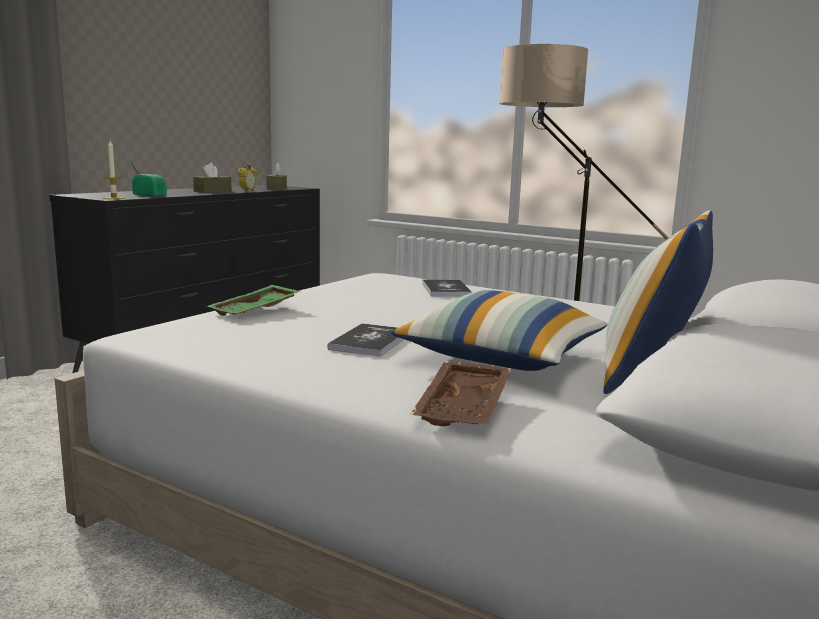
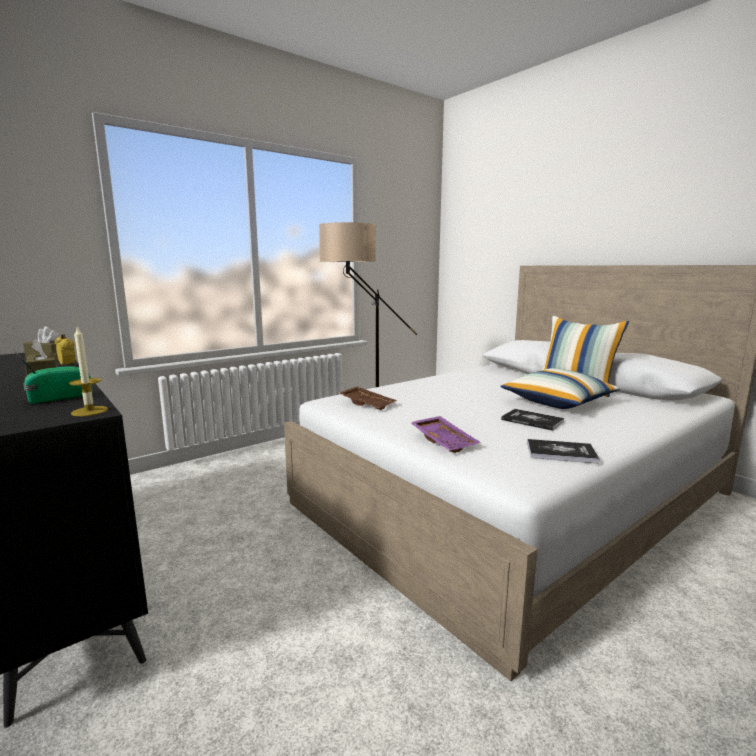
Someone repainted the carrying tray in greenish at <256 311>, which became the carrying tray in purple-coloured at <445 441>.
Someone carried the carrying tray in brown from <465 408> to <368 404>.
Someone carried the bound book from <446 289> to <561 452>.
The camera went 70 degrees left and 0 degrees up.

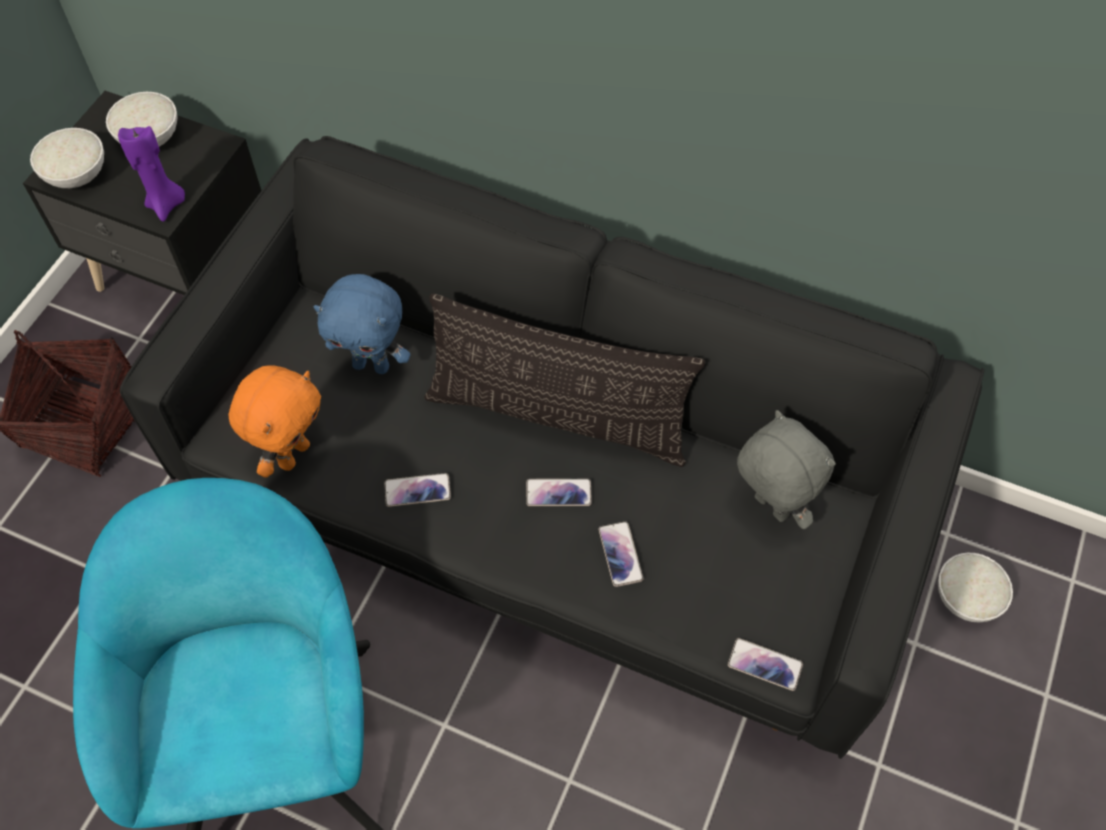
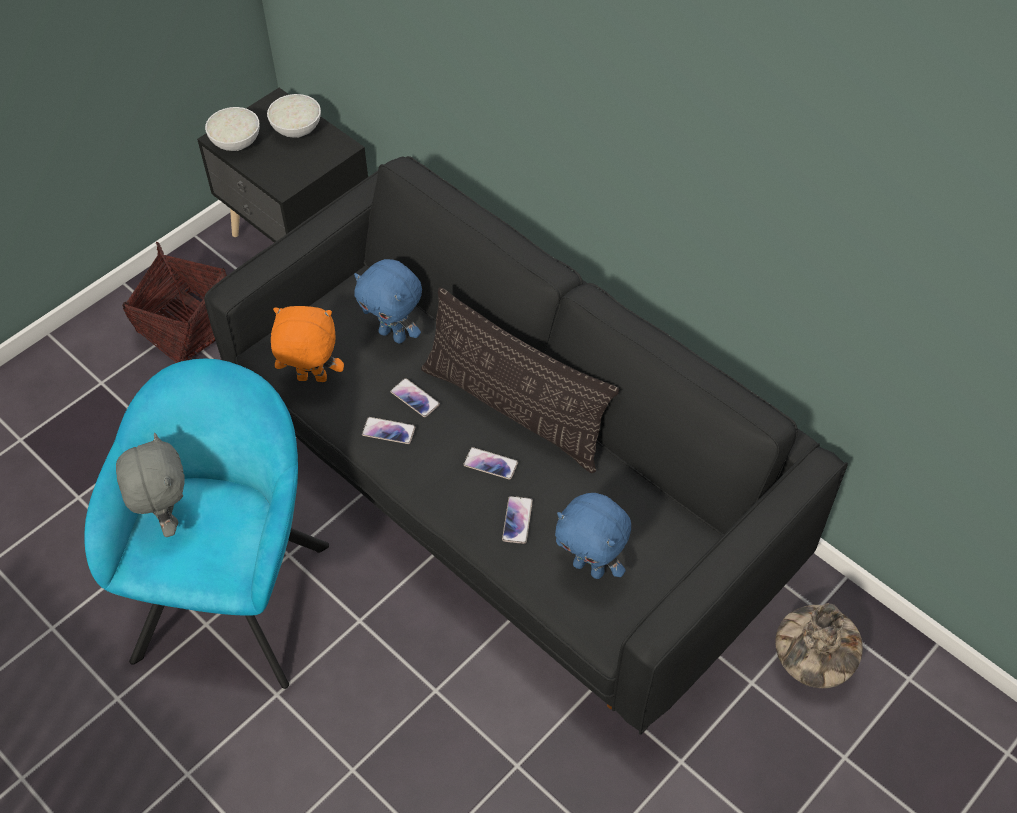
Someone took away the wax light in purple-coloured at <166 204>.
Someone rotated the plush toy in orange at <293 454> by 135 degrees counterclockwise.
Someone carried the handset from <765 664> to <415 398>.
Someone carried the plush toy in grey from <769 508> to <166 517>.
Someone swapped the serving bowl in white at <966 597> for the decorative vase at <811 662>.
Someone put down the plush toy in blue-coloured at <590 567>.
The camera went 20 degrees right and 5 degrees down.

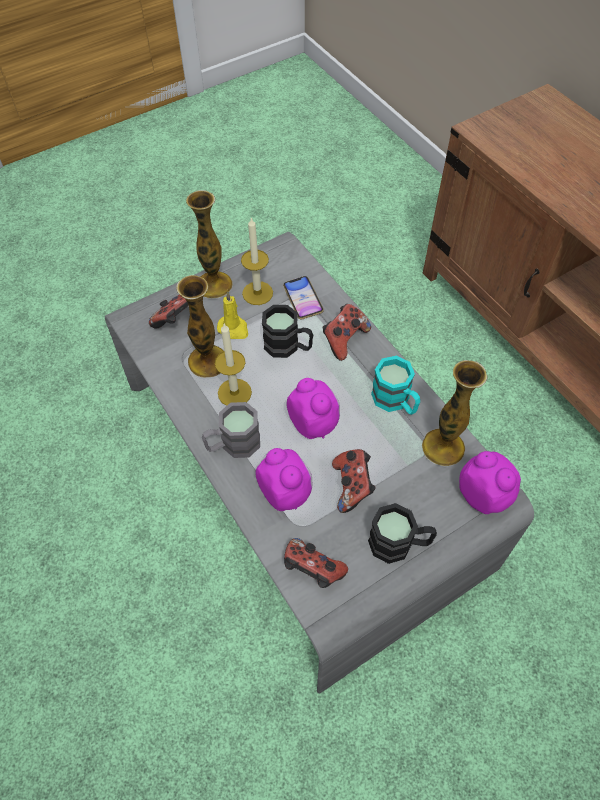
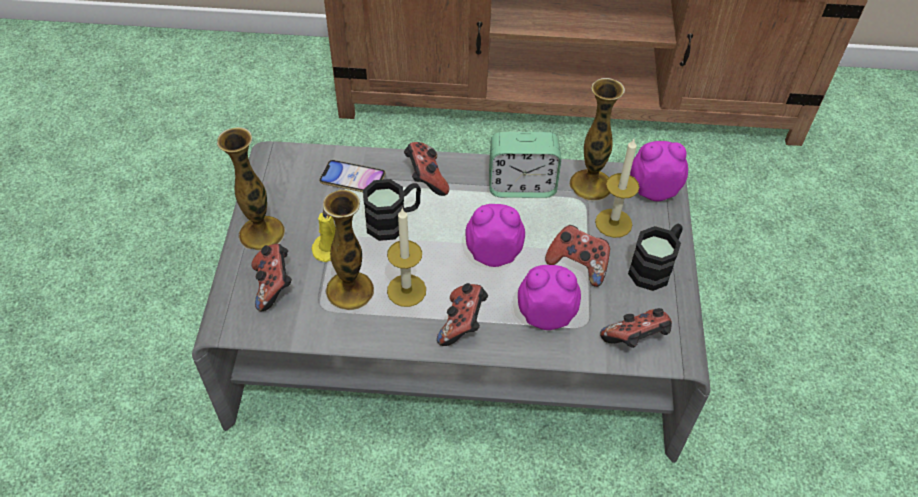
Someone swapped the tea mug in grey at <233 444> for the gamepad at <463 324>.
Someone carried the wax light from <257 293> to <613 223>.
Someone swapped the tea mug in turquoise at <395 401> for the table clock at <521 186>.
The camera went 55 degrees left and 5 degrees down.

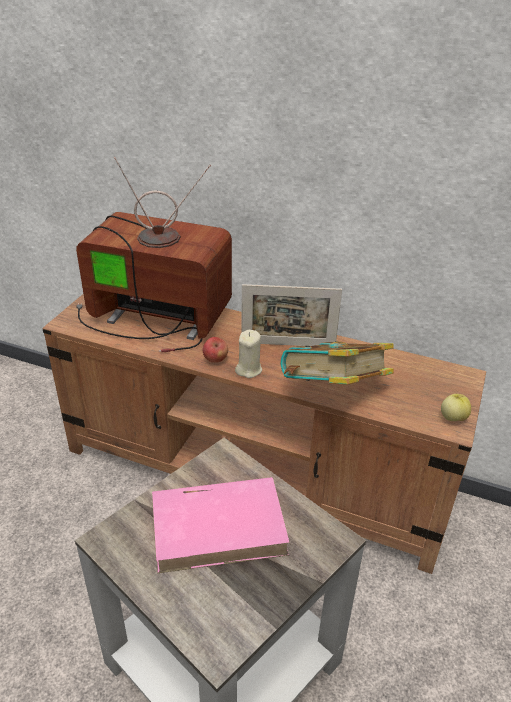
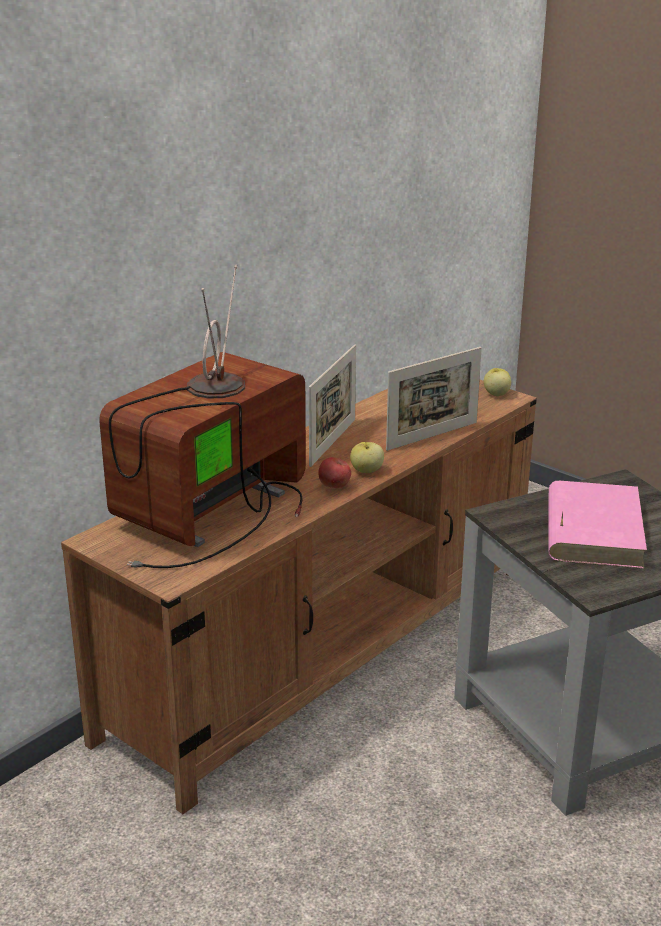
Someone swapped the wax light in sand-coloured at <248 369> for the apple at <366 471>.
Someone swapped the bound book at <333 392> for the standing frame at <432 436>.
The camera went 70 degrees left and 10 degrees down.

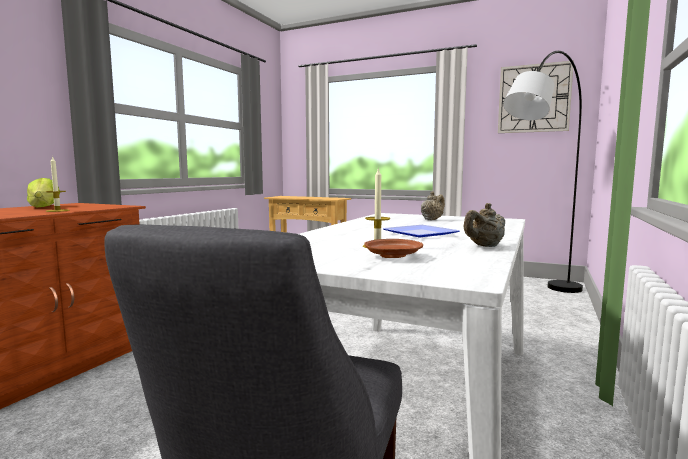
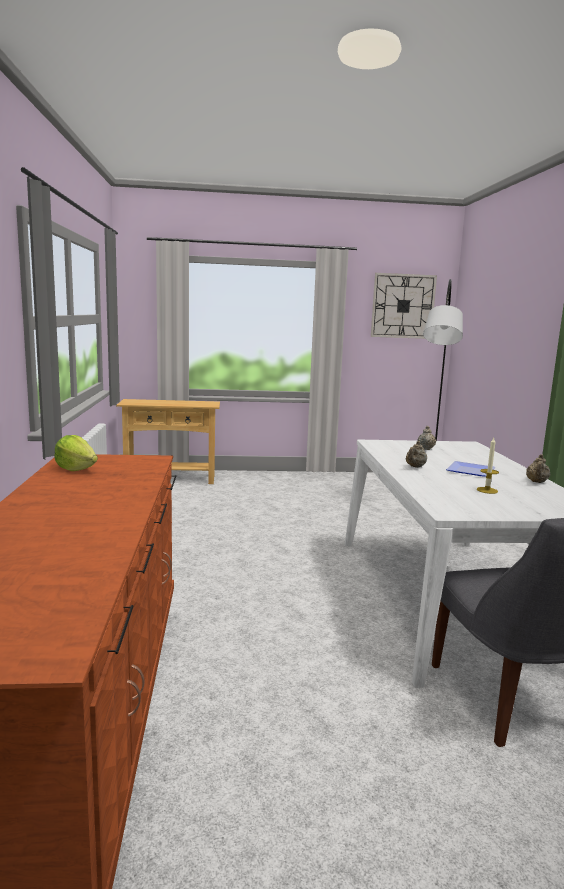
Someone took away the wax light at <57 211>.
Someone took away the flat dish in brown at <393 256>.
Someone put down the pot for tea in sand-coloured at <415 467>.
The camera went 30 degrees left and 5 degrees up.

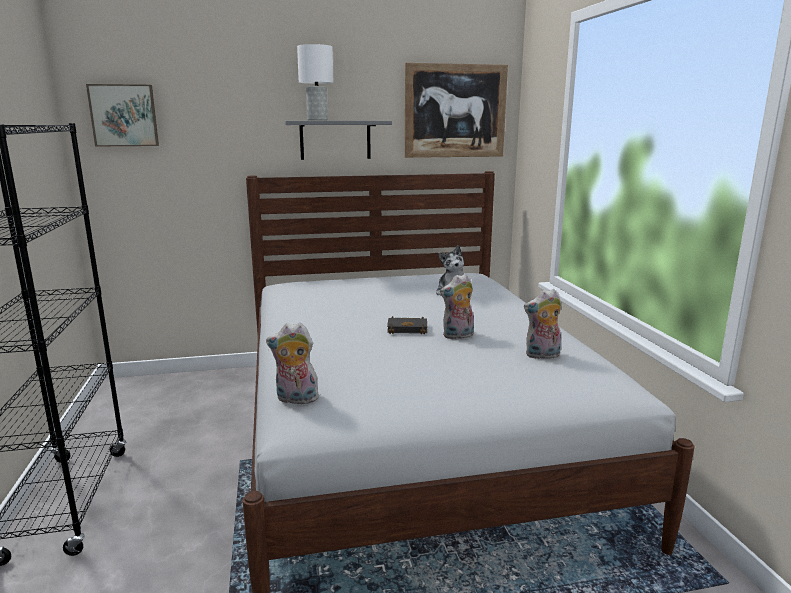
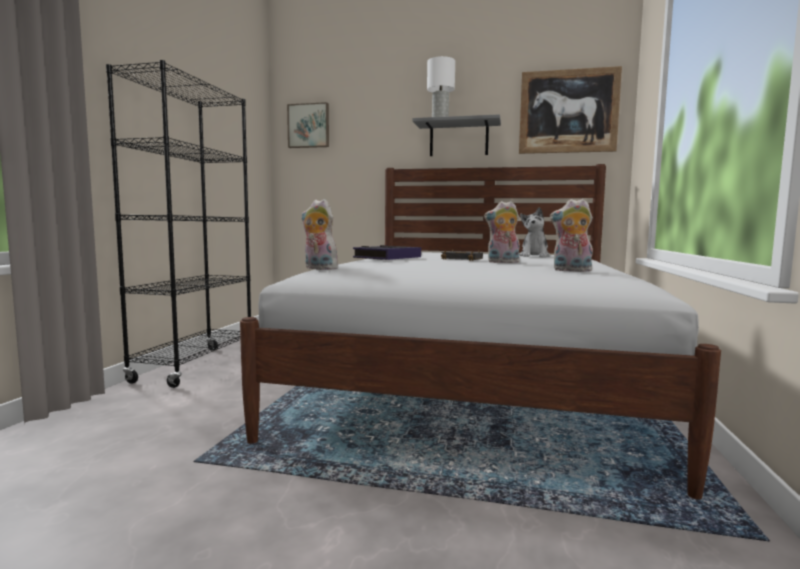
Someone put down the bound book at <387 258>.
The camera went 25 degrees right and 10 degrees down.

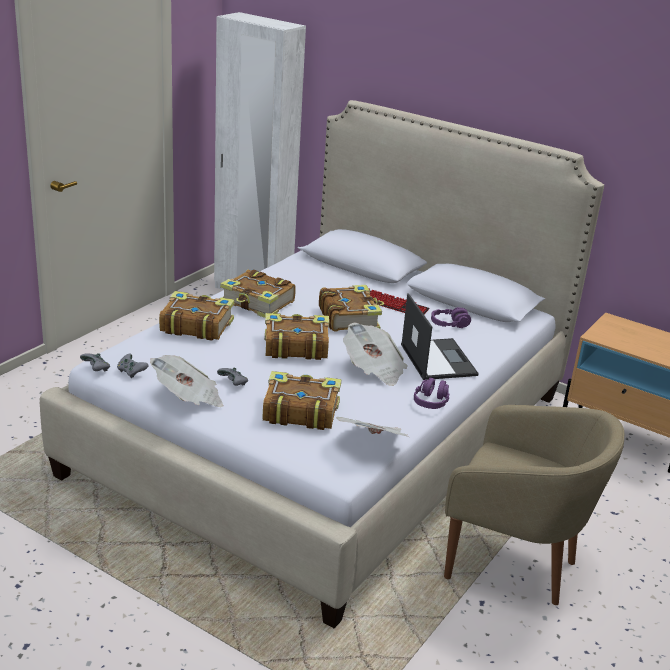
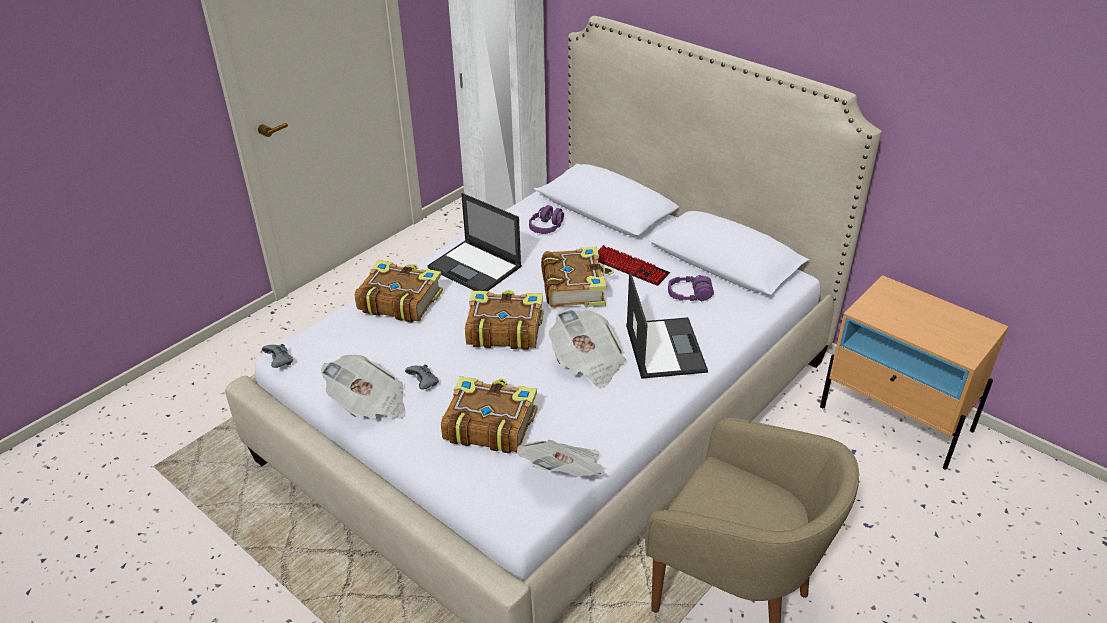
Someone took away the gamepad in grey at <131 372>.
Someone swapped the bound book at <258 304> for the notebook computer at <476 267>.
Someone carried the headset in purple-coloured from <431 401> to <546 227>.
The camera went 10 degrees right and 10 degrees up.

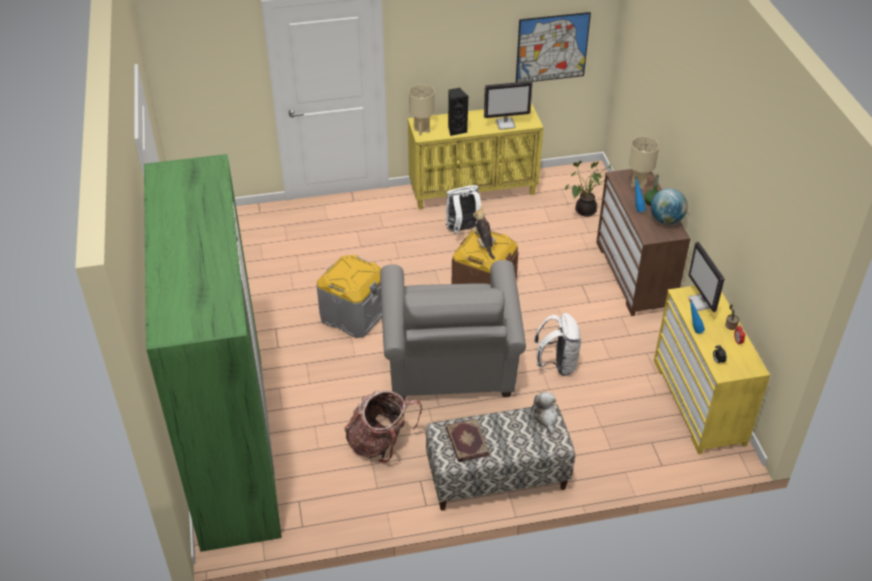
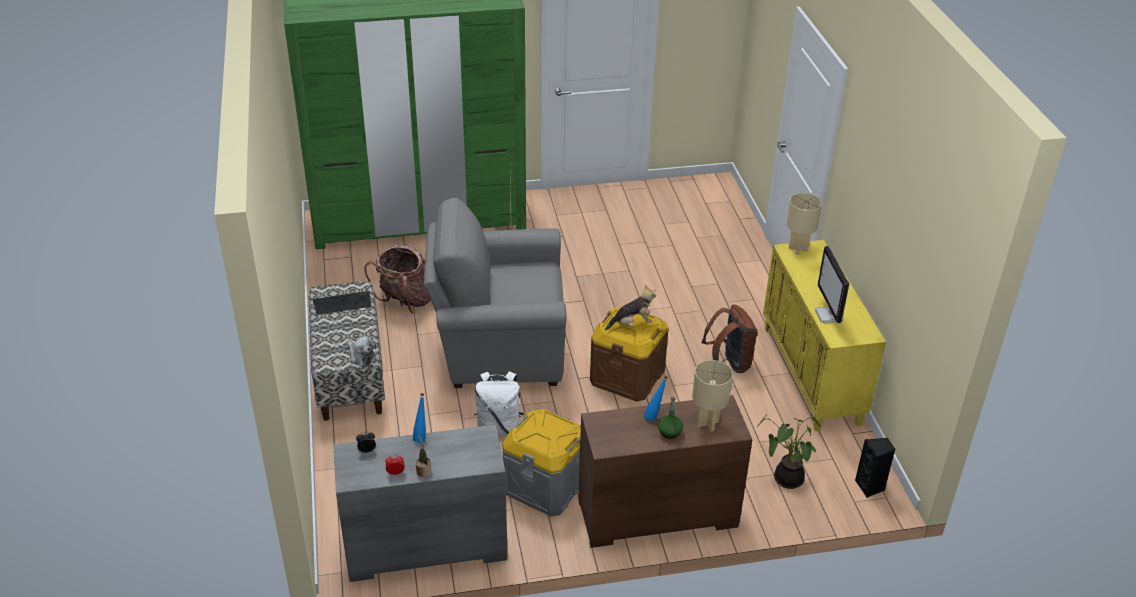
Someone carried the storage container in grey from <353 315> to <546 485>.
Someone repainted the backpack in white at <463 230>, which became the backpack in brown at <729 363>.
Someone swapped the bound book at <466 442> for the PC keyboard at <342 303>.
Someone carried the audio speaker in black-coloured from <456 130> to <870 487>.
Someone took away the wall art at <552 48>.
Someone rotated the plush toy at <545 418> by 60 degrees clockwise.
Someone took away the desk globe at <666 220>.
Someone repainted the drawer chest in yellow at <699 402>, which became the drawer chest in grey at <425 548>.
Someone took away the computer screen at <702 303>.
The camera went 90 degrees right and 5 degrees down.

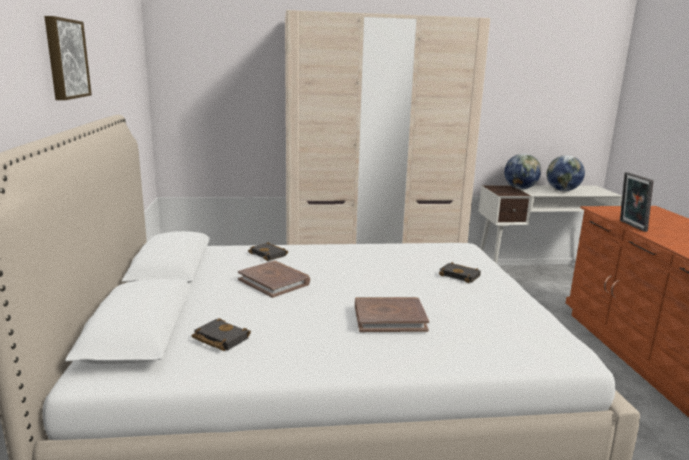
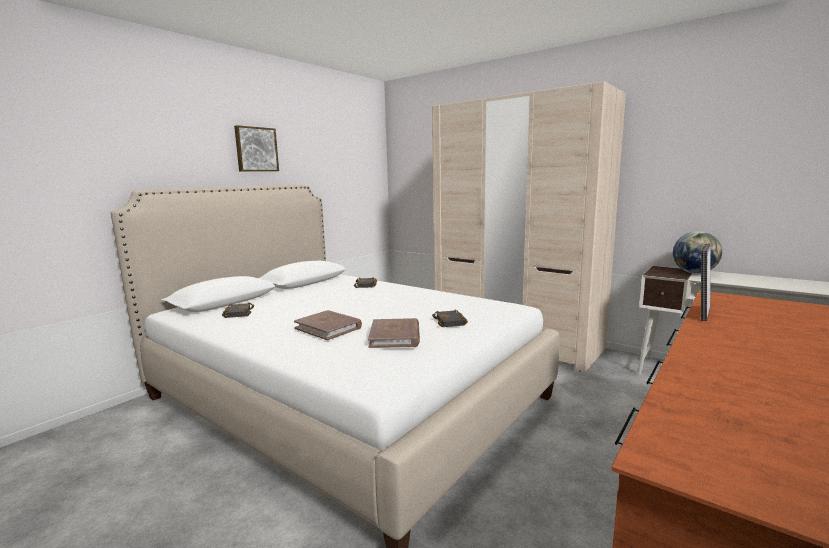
Someone carried the bound book in brown from <274 282> to <395 336>.
Someone took away the desk globe at <562 190>.
The camera went 45 degrees right and 5 degrees down.

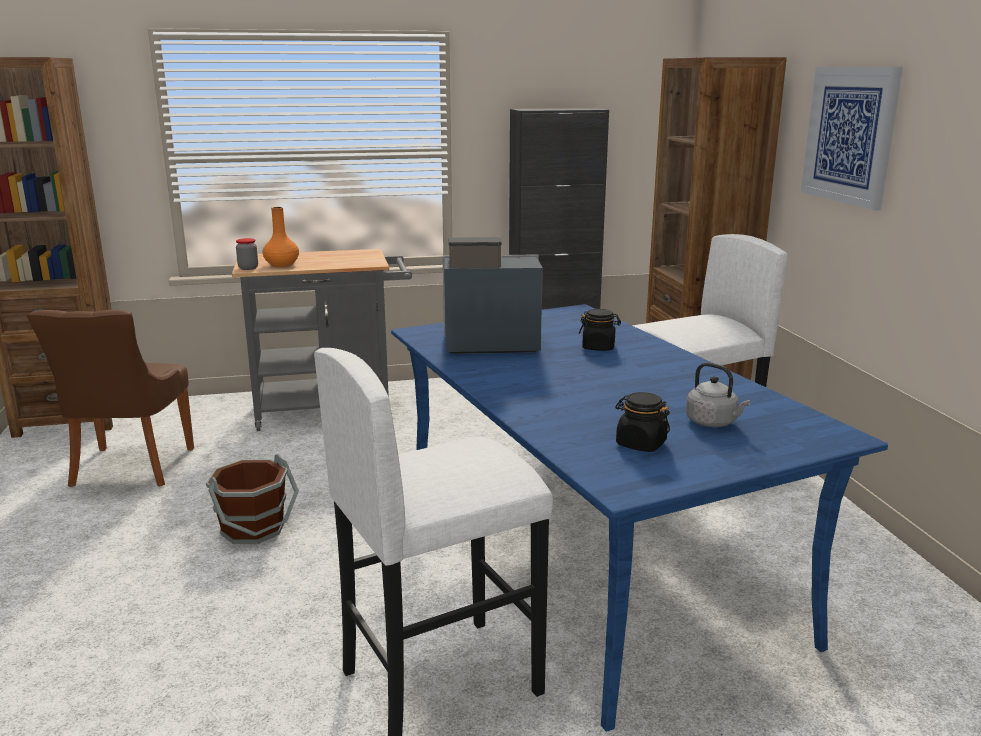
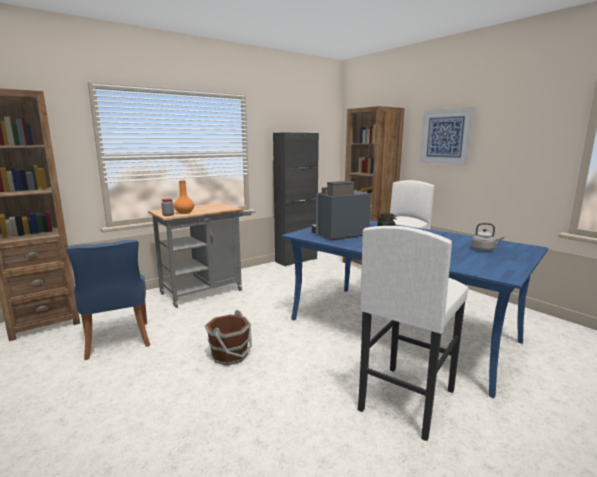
Someone repainted the plain chair in brown at <130 469>, which became the plain chair in blue-coloured at <117 341>.
Someone took away the preserve jar in black-coloured at <640 444>.
The camera went 25 degrees left and 5 degrees down.

